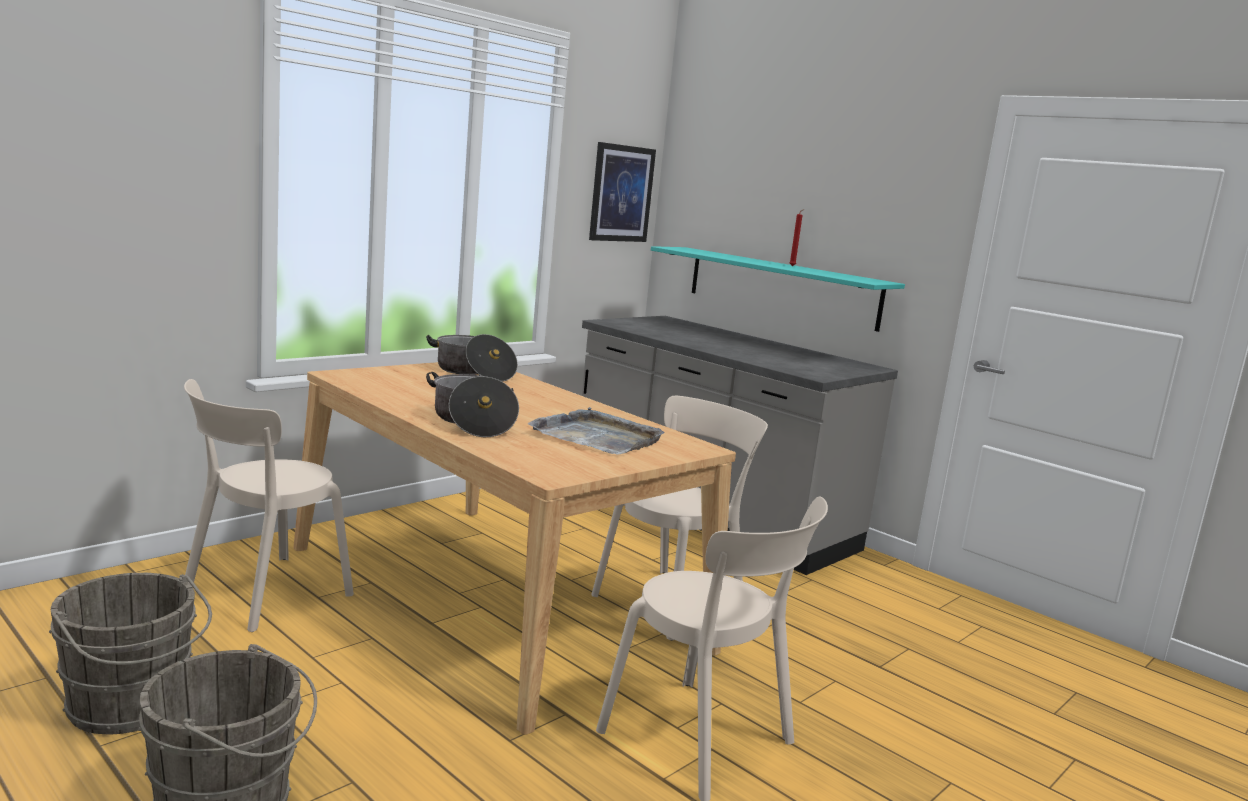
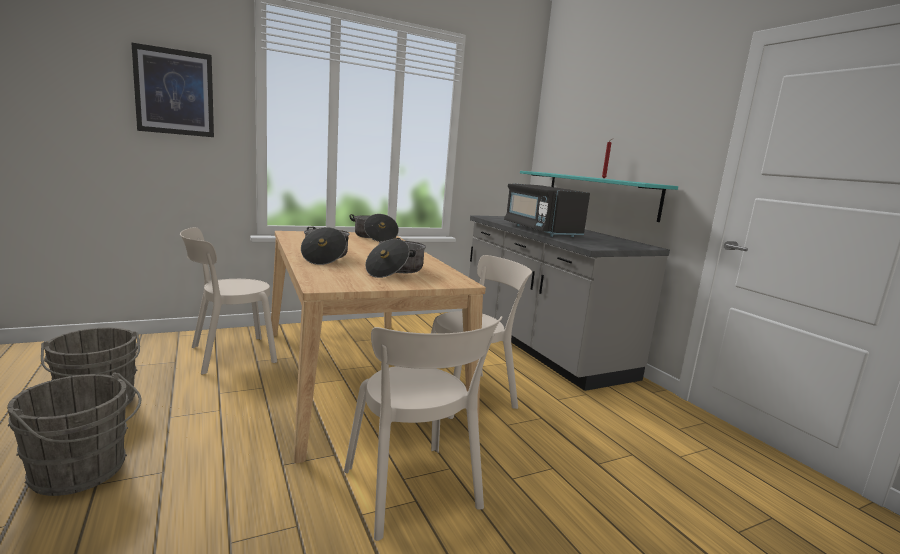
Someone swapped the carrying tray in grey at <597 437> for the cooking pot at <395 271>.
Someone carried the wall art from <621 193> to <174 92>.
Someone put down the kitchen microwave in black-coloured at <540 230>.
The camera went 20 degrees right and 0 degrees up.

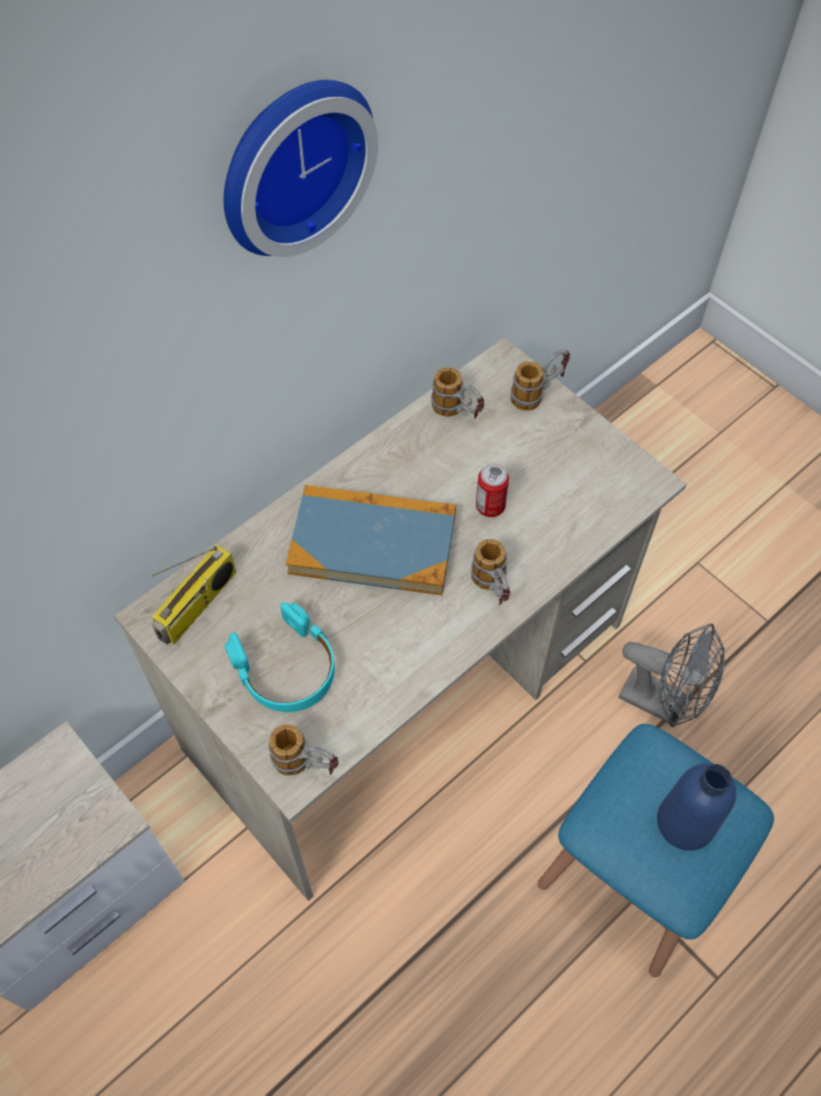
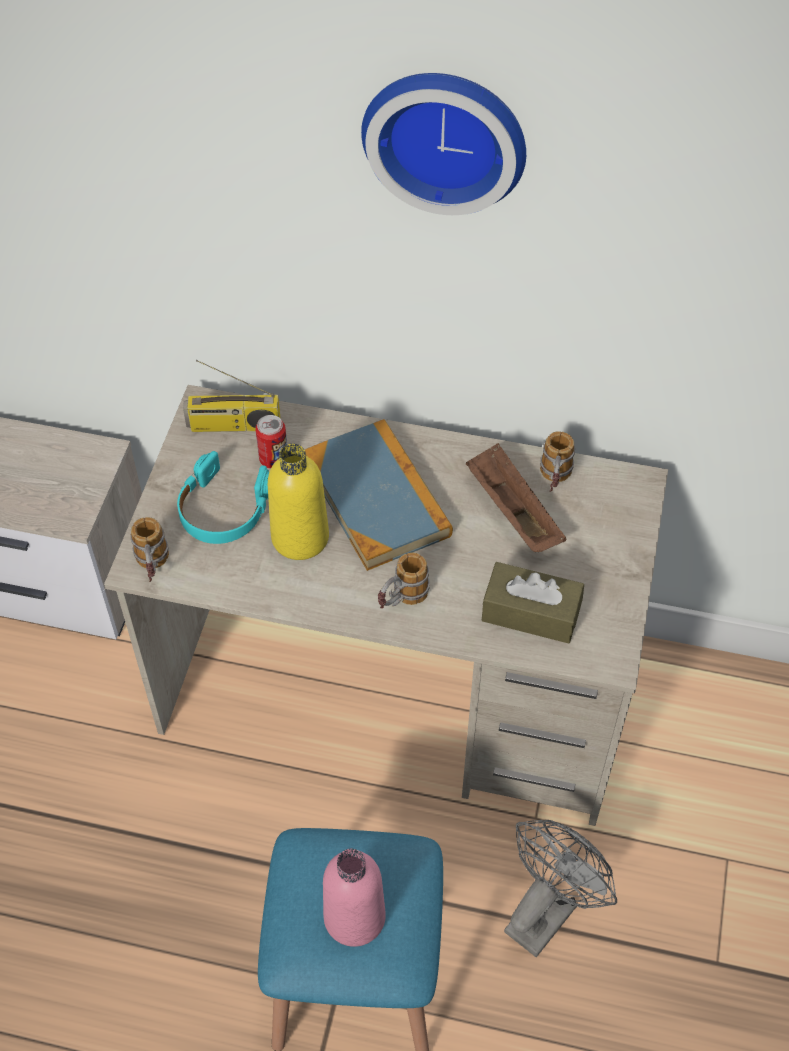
Someone carried the can from <490 506> to <273 459>.
Someone took away the tea mug at <538 393>.
Someone rotated the cooling fan in grey at <662 702> by 135 degrees counterclockwise.
Someone repainted the beverage bottle in blue-coloured at <685 822>, which became the beverage bottle in pink at <354 917>.
Someone put down the beverage bottle in yellow at <300 537>.
Someone put down the carrying tray in brown at <511 512>.
Someone put down the box of tissues in brown at <531 613>.
The camera went 55 degrees right and 5 degrees down.

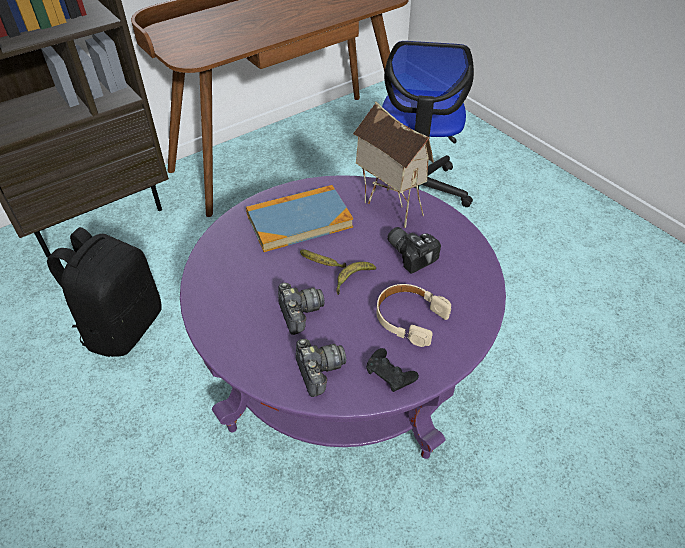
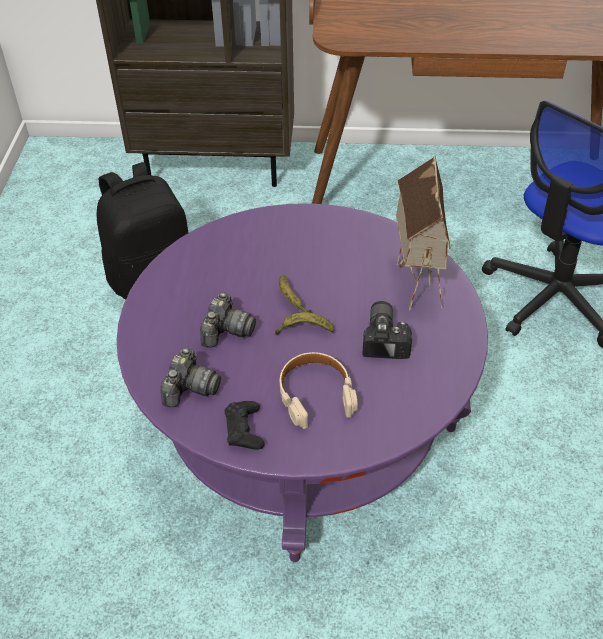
Someone took away the bound book at <299 221>.
The camera went 40 degrees right and 0 degrees up.

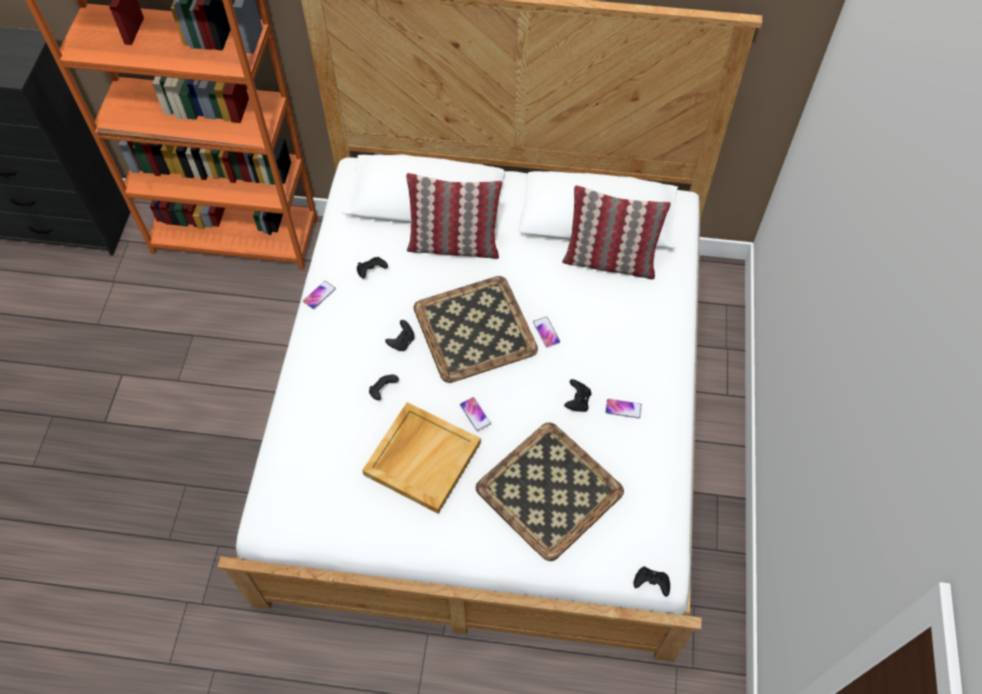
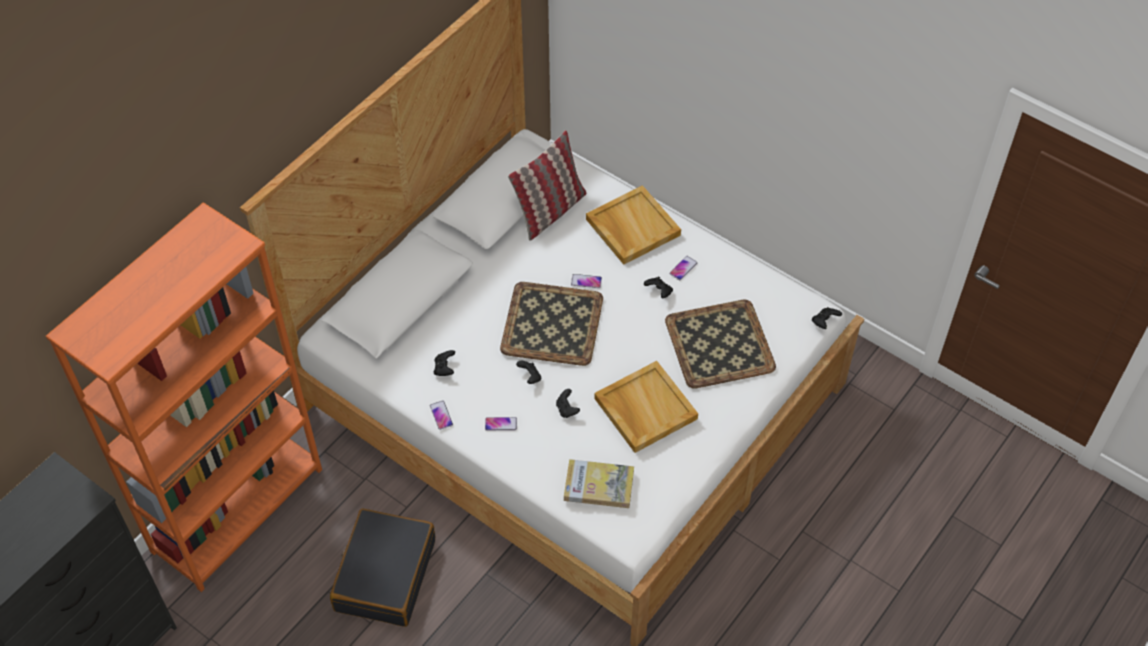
Someone took away the throw pillow at <454 245>.
Someone carried the handset from <475 414> to <501 424>.
Someone put down the piece of luggage in black-coloured at <384 575>.
Someone put down the bound book at <599 485>.
Someone put down the carrying tray in sand-coloured at <632 227>.
The camera went 60 degrees left and 5 degrees down.

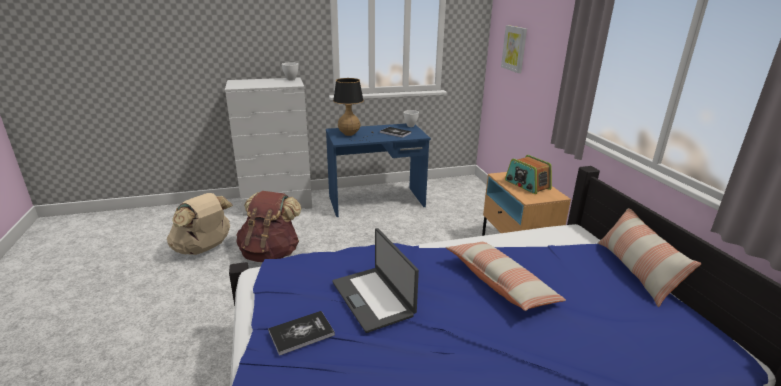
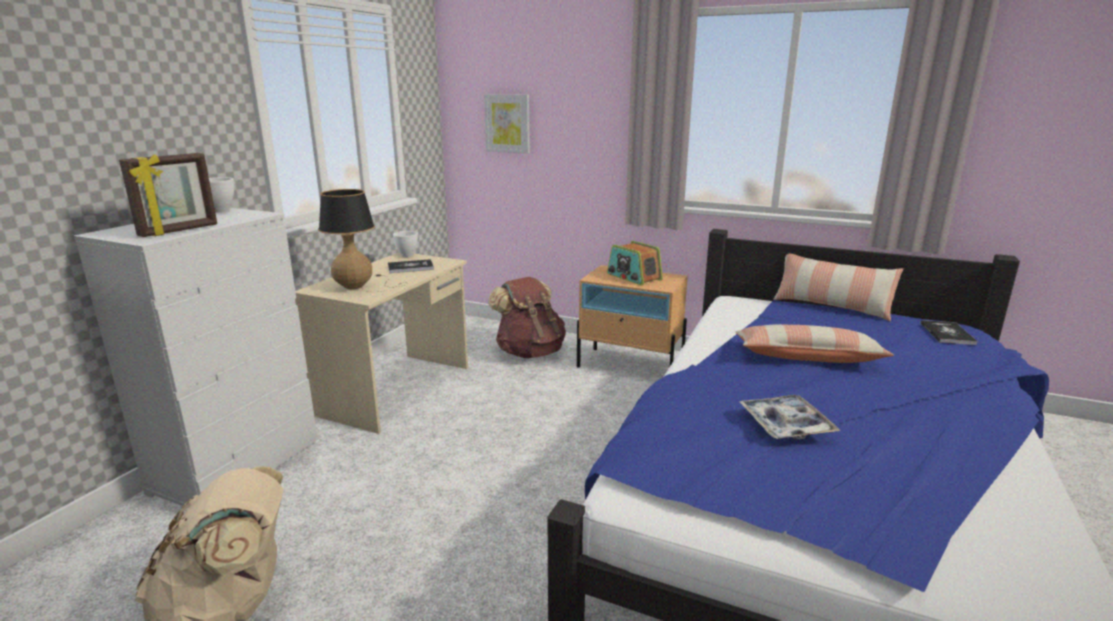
Someone carried the backpack in brown from <271 253> to <529 352>.
Someone carried the bound book from <301 333> to <947 333>.
Someone repainted the desk in blue-coloured at <377 202>, which became the desk in sand-coloured at <397 390>.
Someone swapped the notebook computer at <373 298> for the carrying tray at <786 424>.
Someone rotated the radio at <527 185> by 45 degrees clockwise.
Someone put down the standing frame at <179 231>.
The camera went 50 degrees left and 5 degrees down.

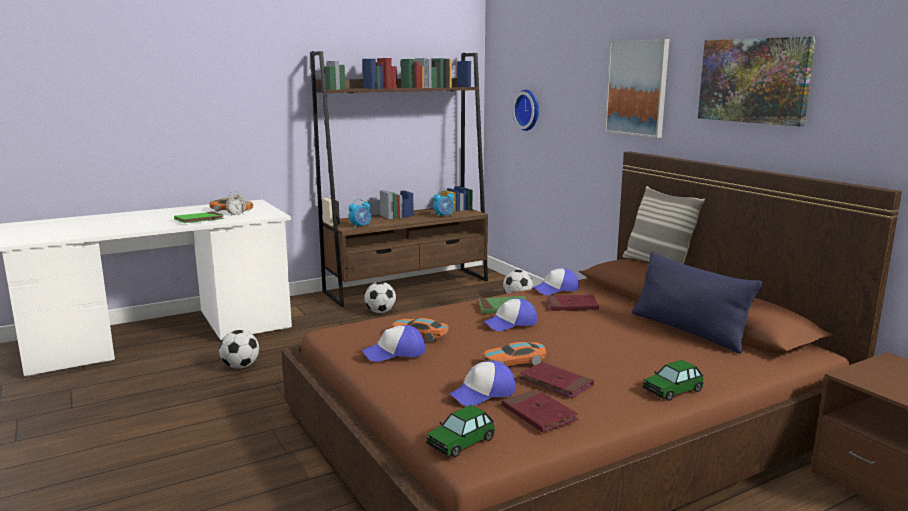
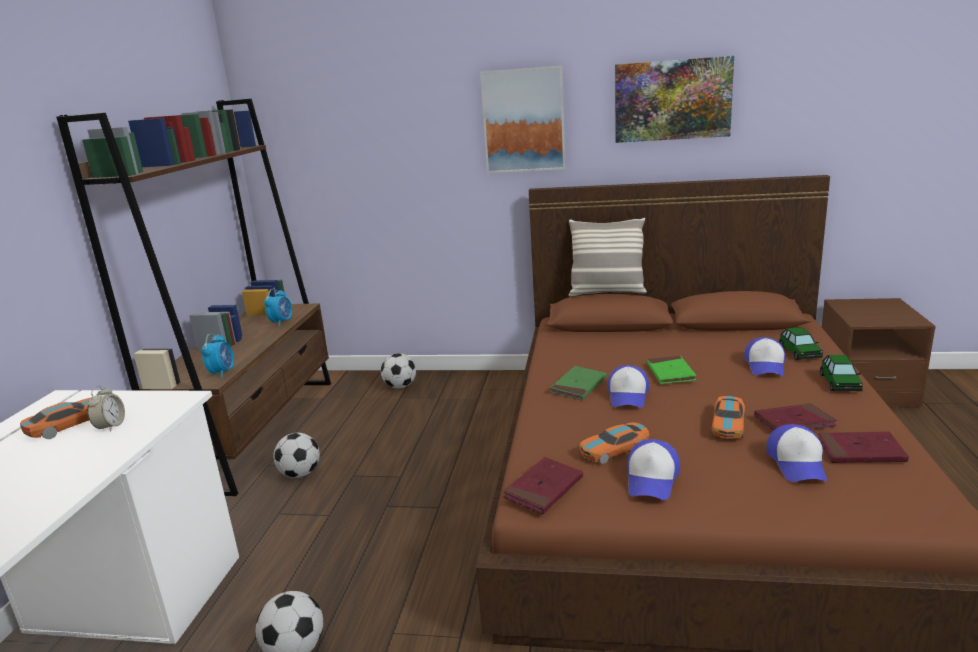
Someone carried the bound book in greenish from <199 220> to <670 373>.
Someone carried the model car from <461 442> to <799 352>.
Someone took away the hanging clock at <529 110>.
Someone carried the peaked cap from <556 290> to <765 365>.
Someone carried the bound book in red-coloured from <572 305> to <544 488>.
Someone took away the throw pillow in blue-coloured at <688 330>.
The camera went 50 degrees left and 5 degrees up.

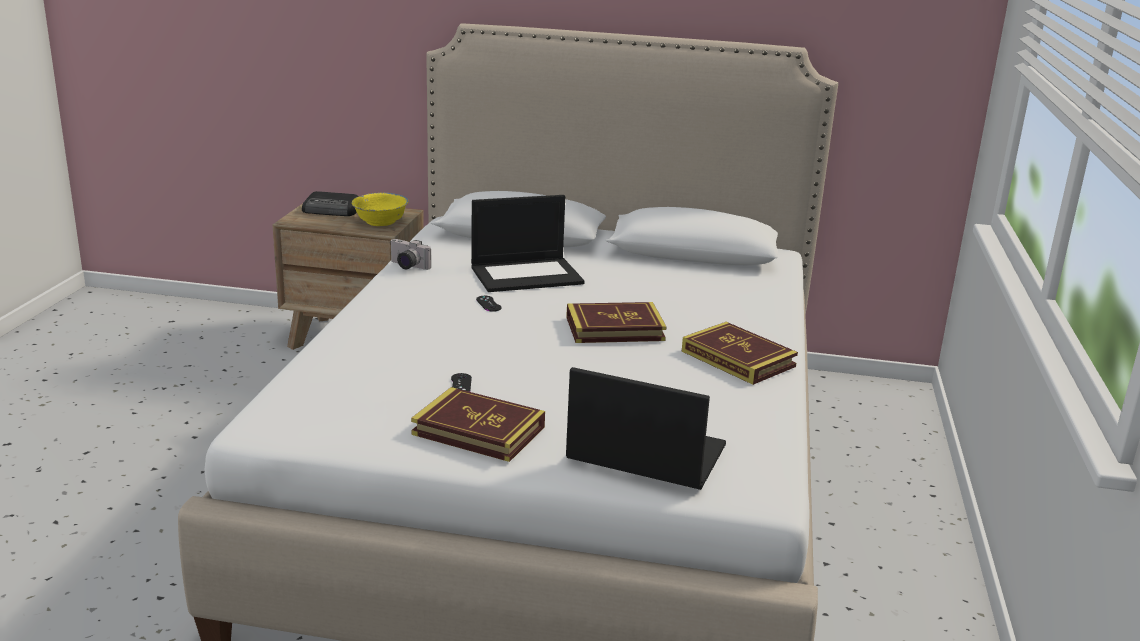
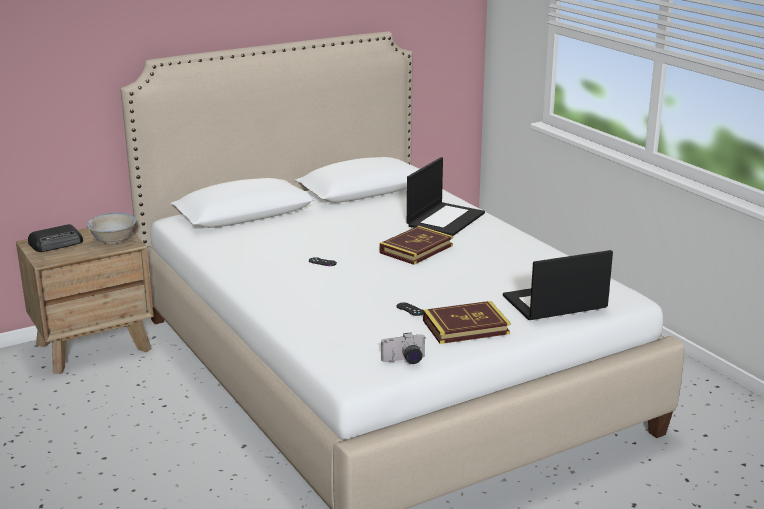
Someone repainted the serving bowl in yellow at <381 222>, which became the serving bowl in white at <113 239>.
Someone carried the photo camera from <407 266> to <404 361>.
Someone carried the notebook computer from <527 275> to <445 219>.
Someone took away the bound book at <738 359>.
The camera went 40 degrees left and 0 degrees up.

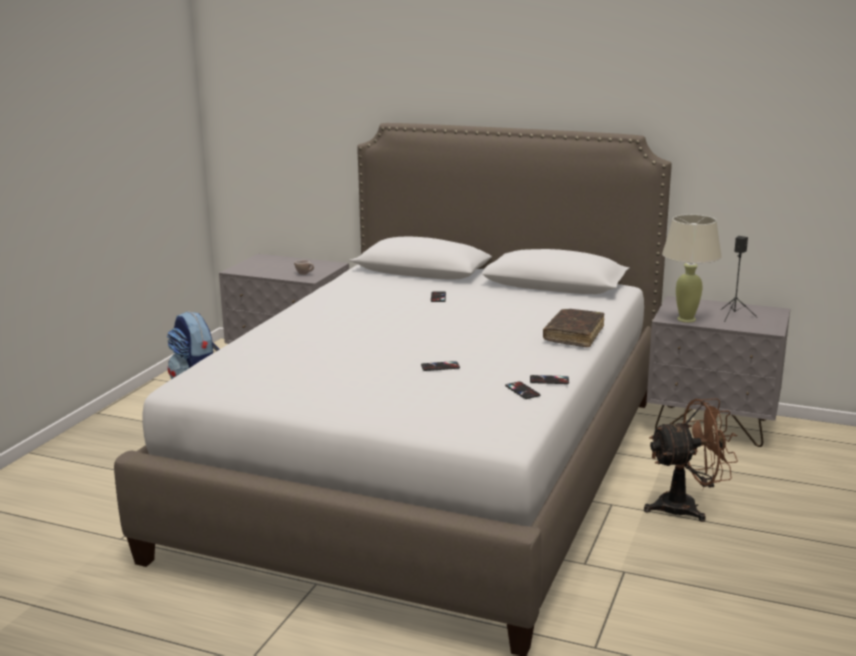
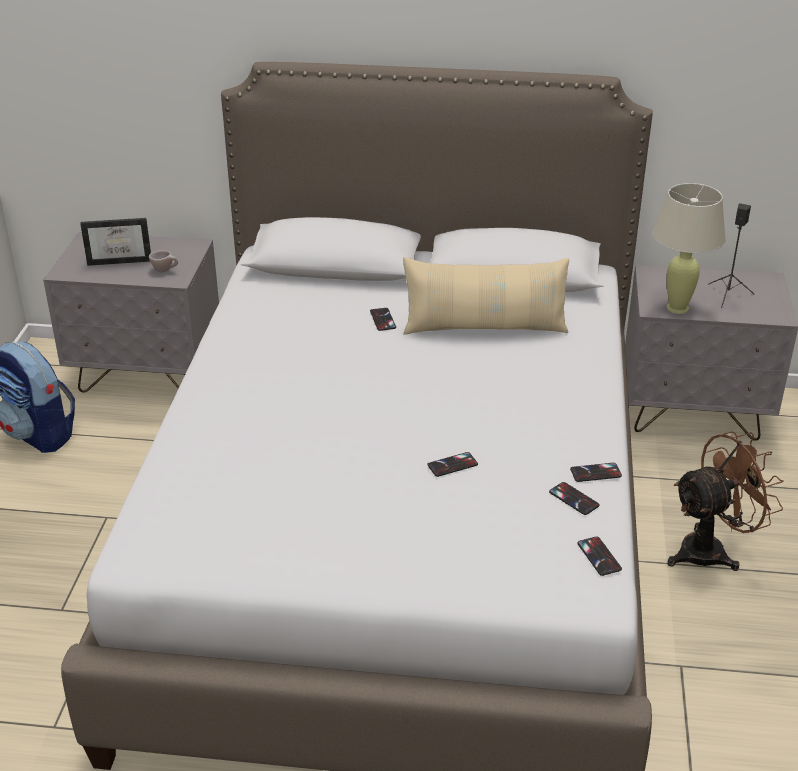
Someone took away the bound book in brown at <574 335>.
Someone put down the standing frame at <121 259>.
Someone put down the throw pillow in sand-coloured at <484 328>.
Someone put down the handset at <599 556>.
The camera went 15 degrees left and 15 degrees up.

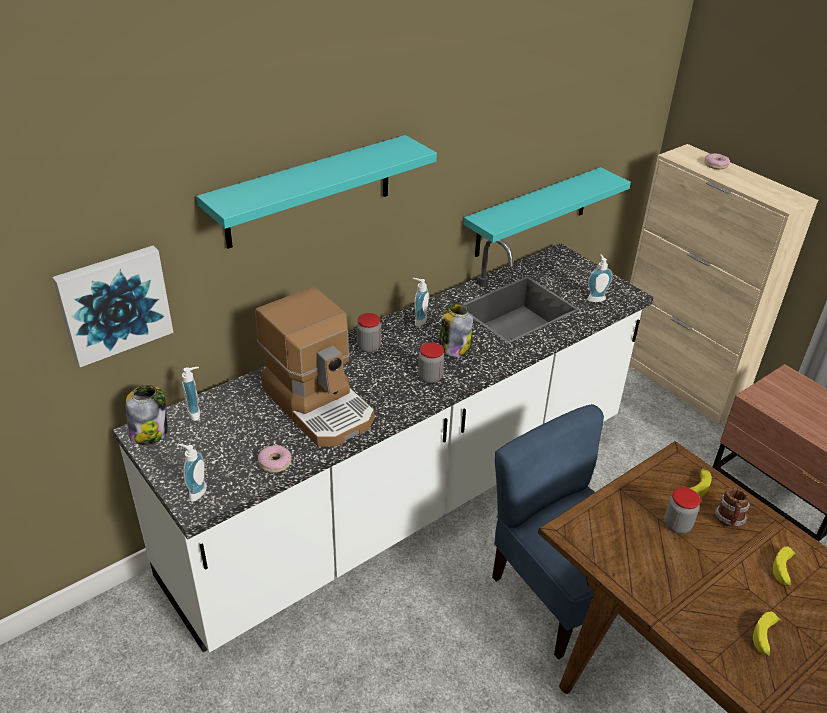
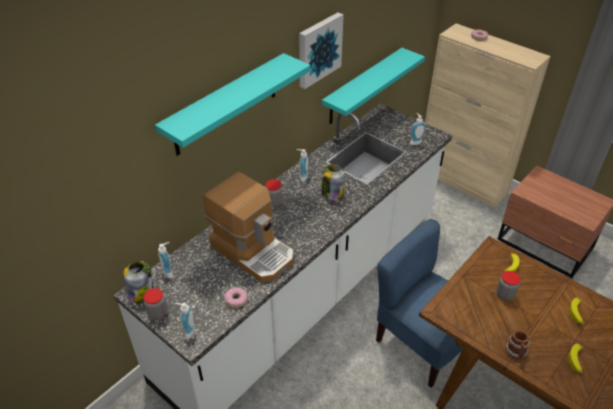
Someone carried the wall art from <114 303> to <318 49>.
Someone carried the preserve jar from <430 377> to <158 313>.
Someone carried the tea mug from <729 521> to <516 353>.
The camera went 10 degrees left and 5 degrees up.

